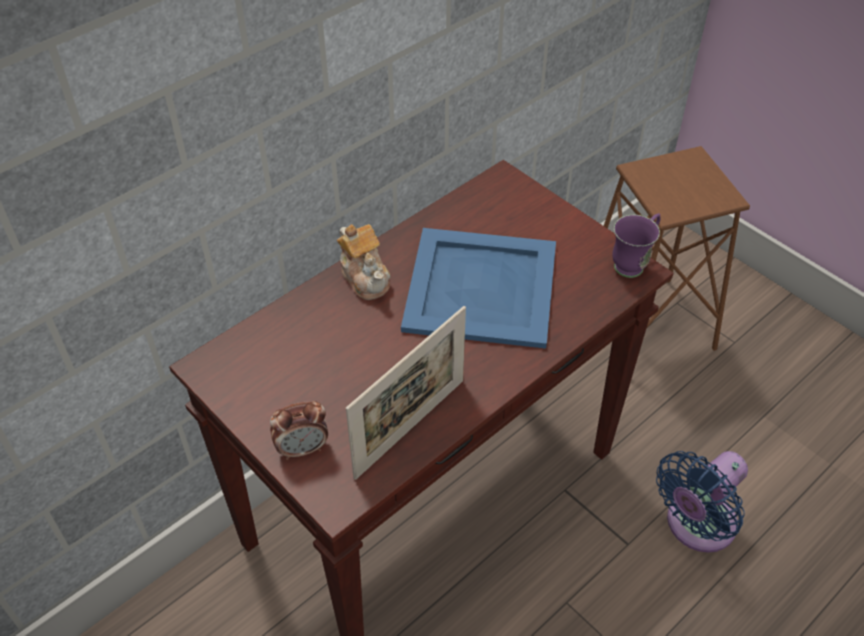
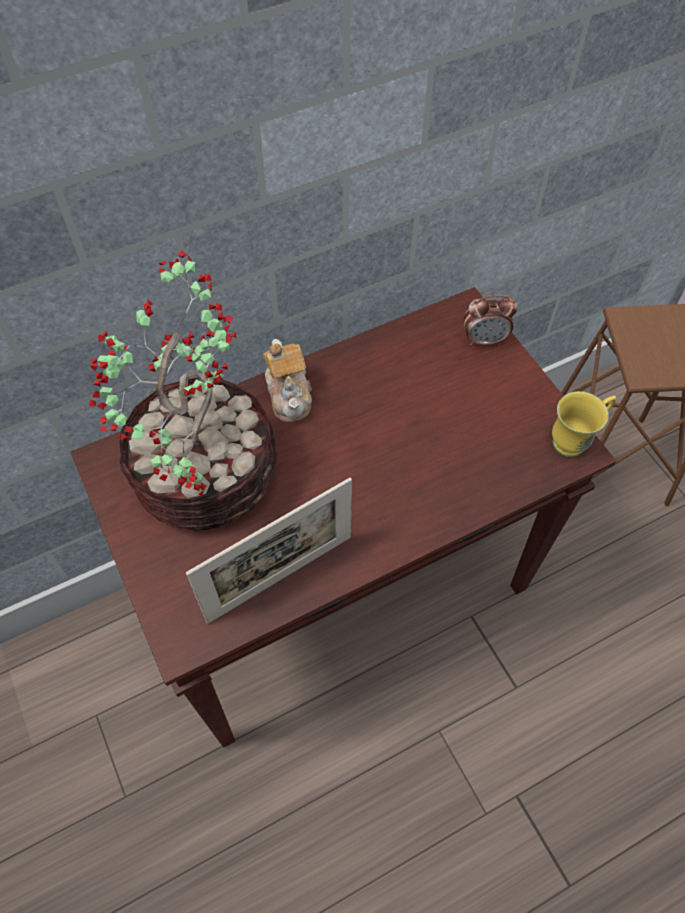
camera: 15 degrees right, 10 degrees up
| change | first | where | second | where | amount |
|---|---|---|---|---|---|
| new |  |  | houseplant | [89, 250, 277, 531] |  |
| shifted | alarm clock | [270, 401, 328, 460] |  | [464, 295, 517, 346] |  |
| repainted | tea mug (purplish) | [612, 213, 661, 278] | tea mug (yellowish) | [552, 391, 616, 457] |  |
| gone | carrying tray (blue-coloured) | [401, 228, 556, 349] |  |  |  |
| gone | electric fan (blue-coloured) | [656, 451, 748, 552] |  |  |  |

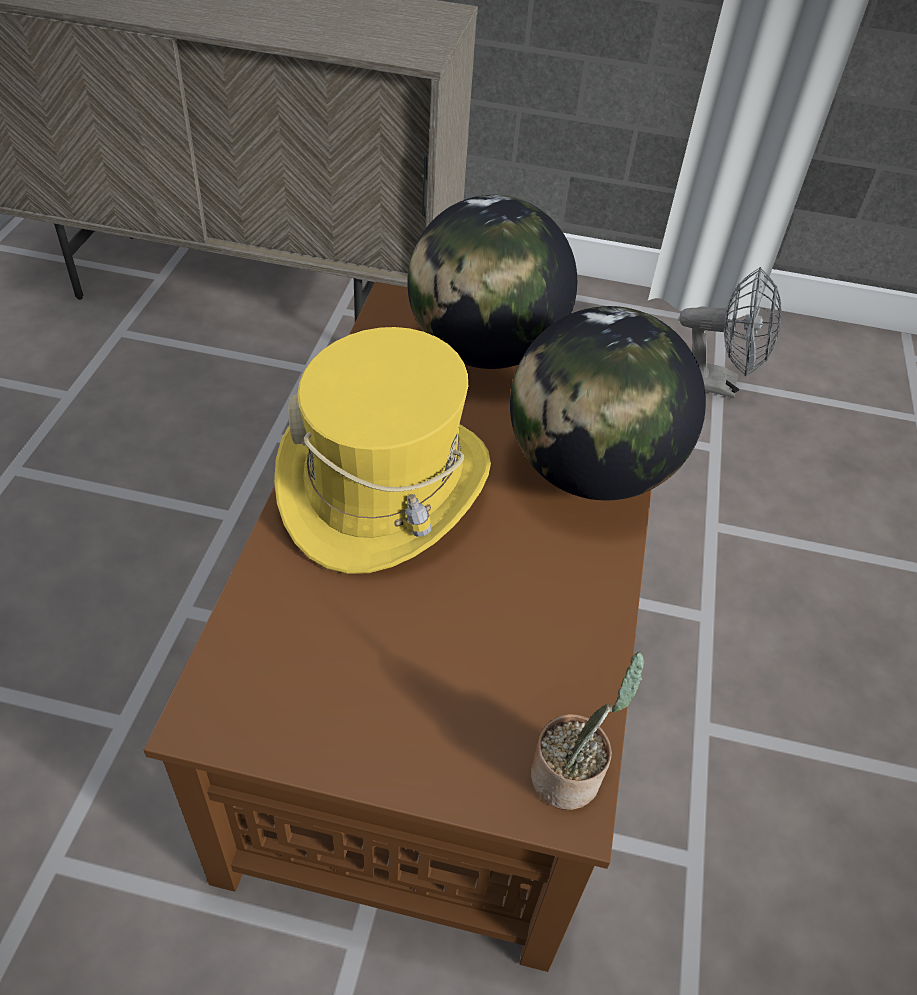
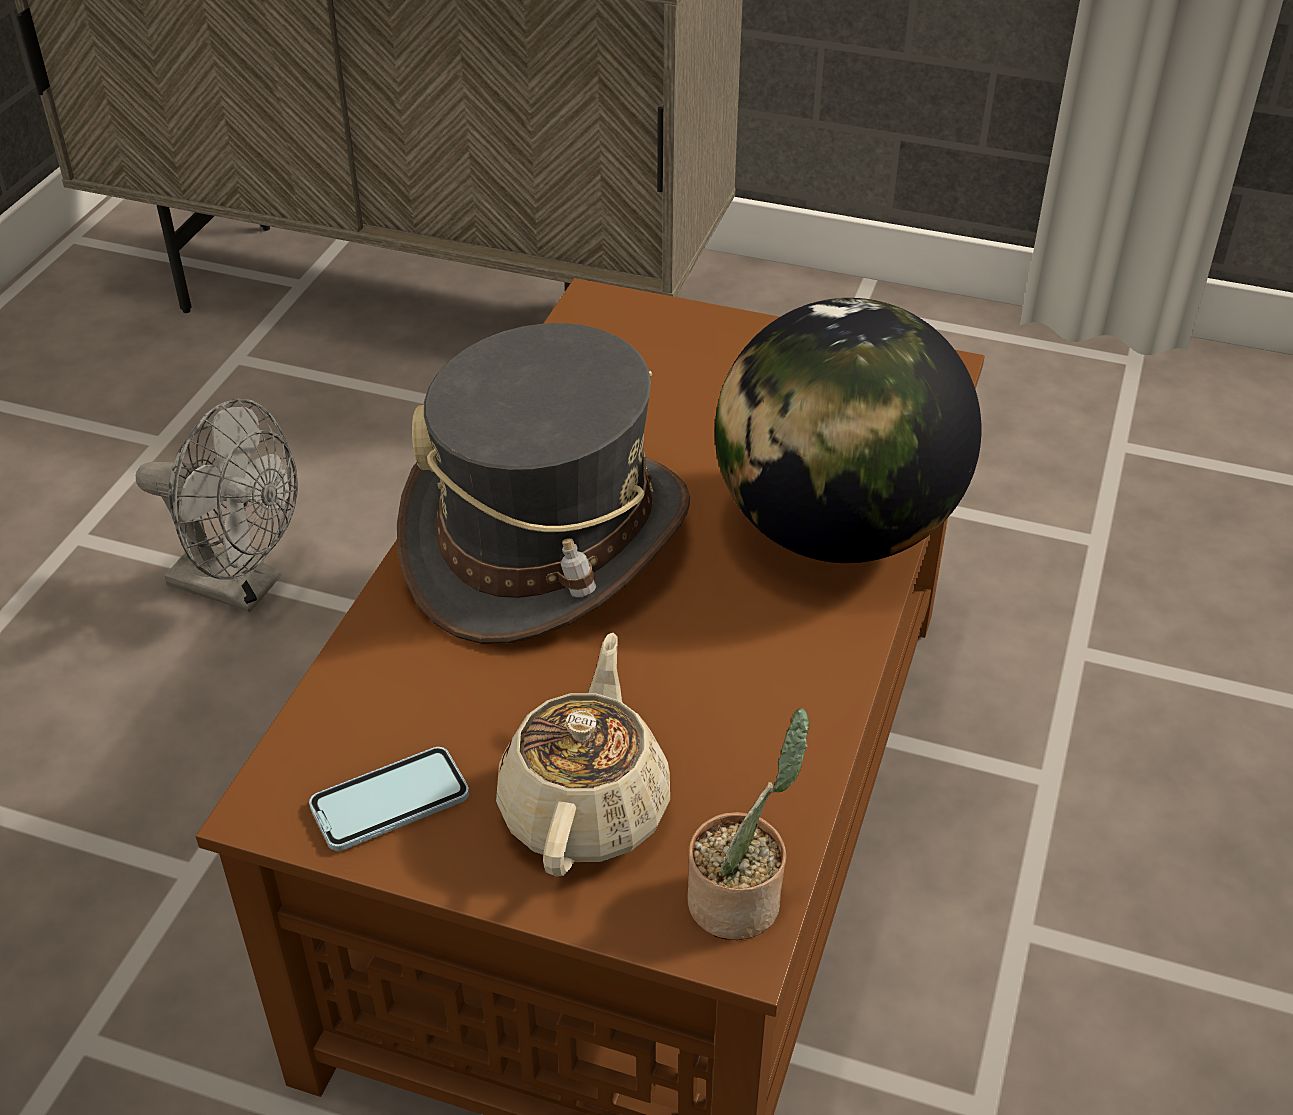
camera: 10 degrees right, 5 degrees down
| change | first | where | second | where | amount |
|---|---|---|---|---|---|
| shifted | electric fan (grey) | [679, 267, 781, 398] |  | [136, 398, 298, 612] |  |
| new |  |  | phone | [309, 747, 469, 851] |  |
| repainted | clothing hat (yellowish) | [274, 327, 491, 574] | clothing hat (grey) | [397, 323, 691, 644] |  |
| new |  |  | teapot (beige) | [496, 633, 670, 877] |  |
| gone | desk globe | [407, 195, 577, 369] |  |  |  |

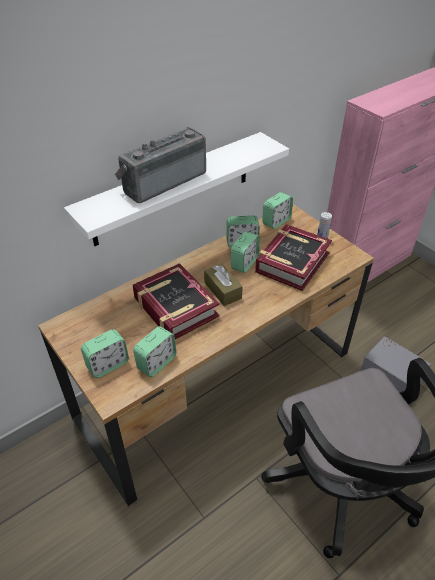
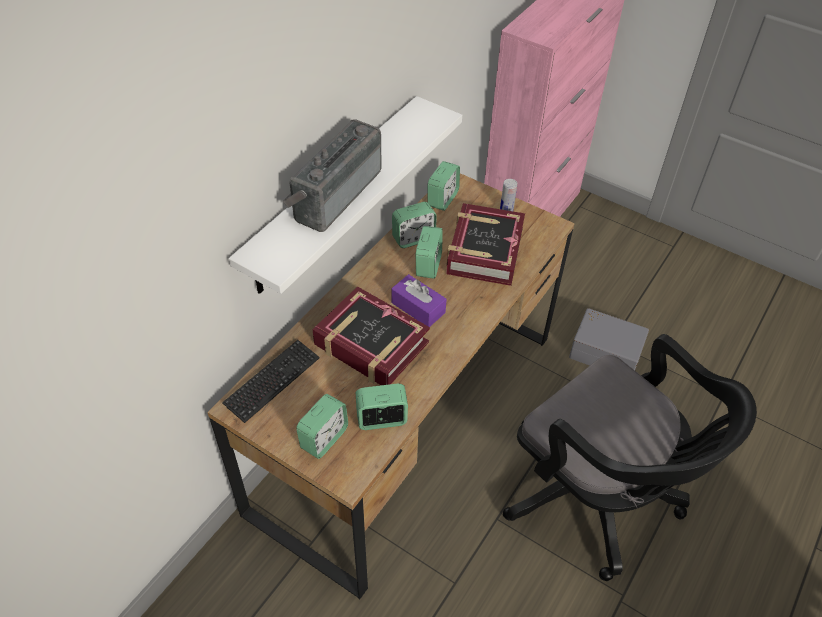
camera: 20 degrees left, 5 degrees up
| change | first | where | second | where | amount |
|---|---|---|---|---|---|
| new |  |  | keyboard | [222, 340, 320, 423] |  |
| rotated | alarm clock | [133, 326, 177, 377] |  | [356, 384, 408, 430] | 120 degrees counterclockwise |
| repainted | tissue box (brown) | [204, 264, 243, 306] | tissue box (purplish) | [391, 274, 447, 327] |  |

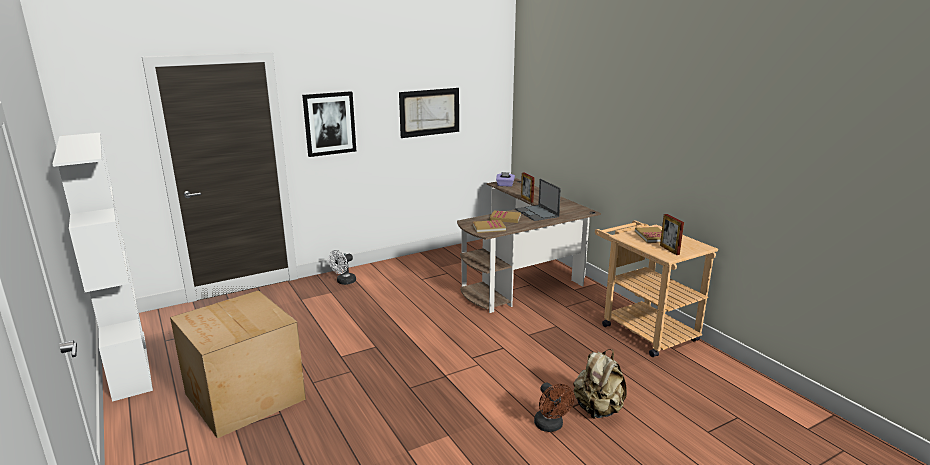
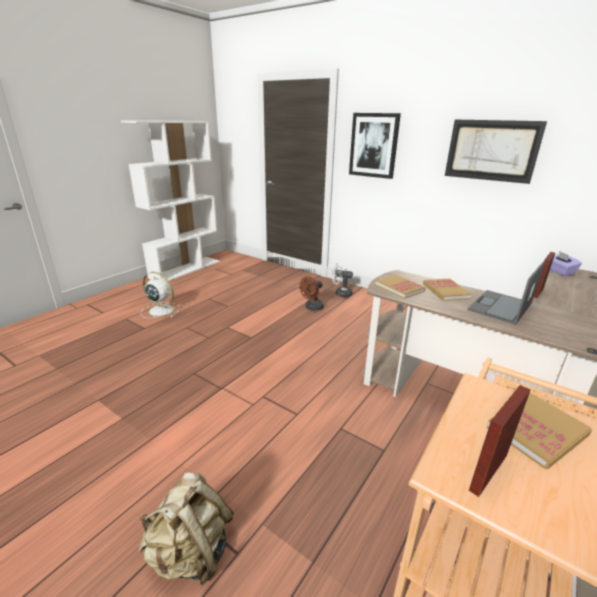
camera: 65 degrees right, 5 degrees up
| change | first | where | second | where | amount |
|---|---|---|---|---|---|
| swapped | carton | [170, 290, 306, 438] | electric fan (white) | [140, 272, 180, 318] |  |
| shifted | electric fan (brown) | [534, 383, 574, 432] |  | [299, 276, 324, 311] |  |

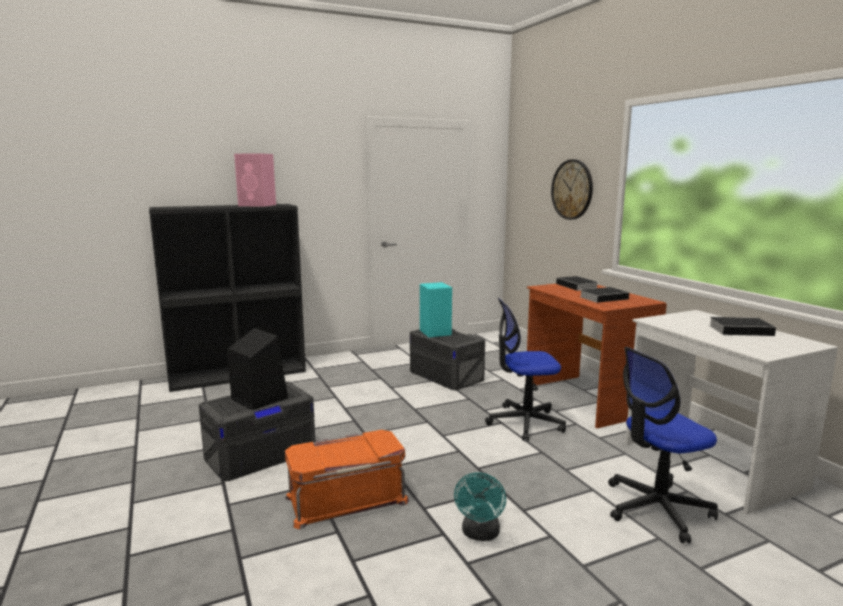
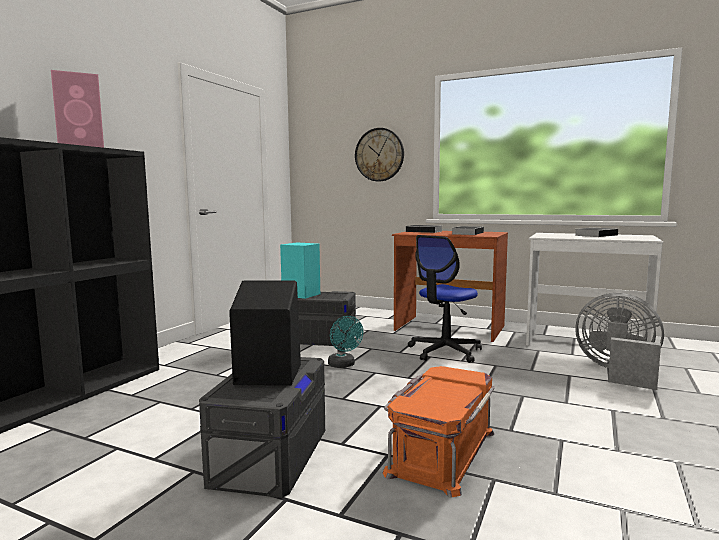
camera: 40 degrees left, 5 degrees down
| change | first | where | second | where | amount |
|---|---|---|---|---|---|
| shifted | electric fan (turquoise) | [454, 472, 506, 541] |  | [328, 316, 363, 368] |  |
| swapped | desk chair | [608, 347, 718, 543] | electric fan (grey) | [575, 293, 664, 390] |  |

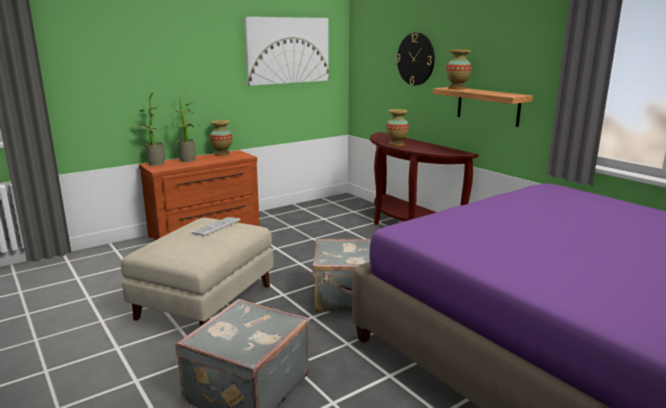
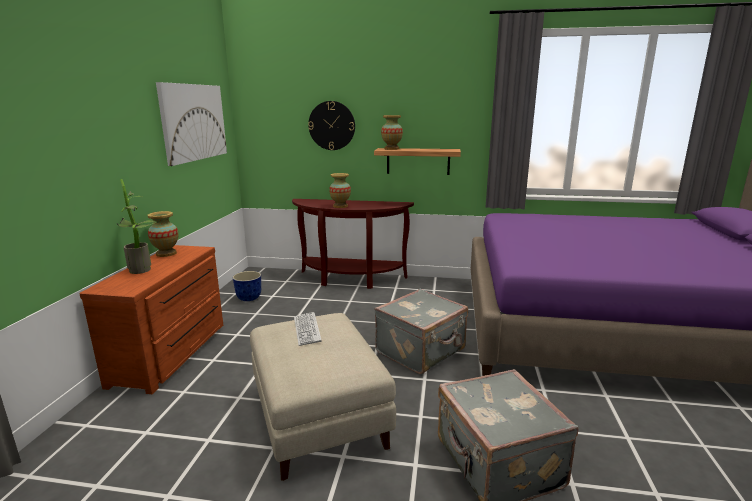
camera: 45 degrees left, 0 degrees up
| change | first | where | second | where | amount |
|---|---|---|---|---|---|
| new |  |  | flower pot | [233, 271, 261, 301] |  |
| gone | houseplant | [132, 92, 166, 166] |  |  |  |

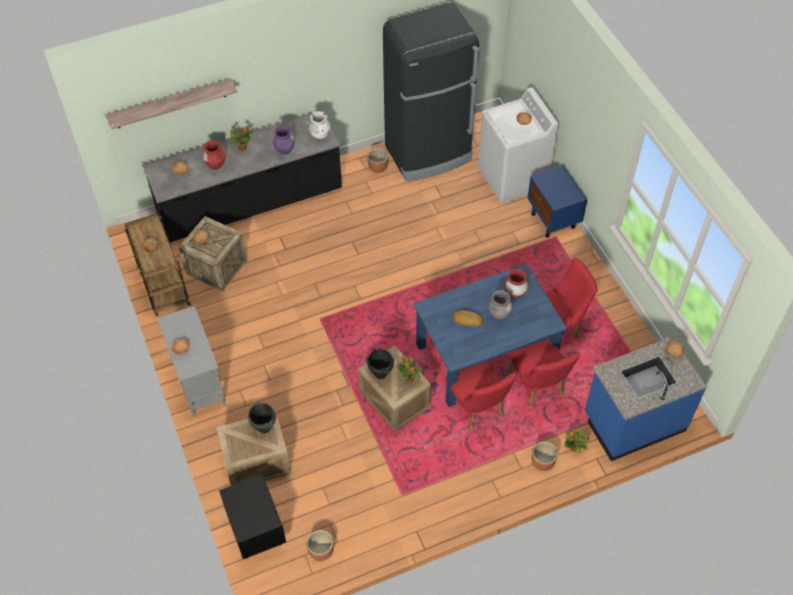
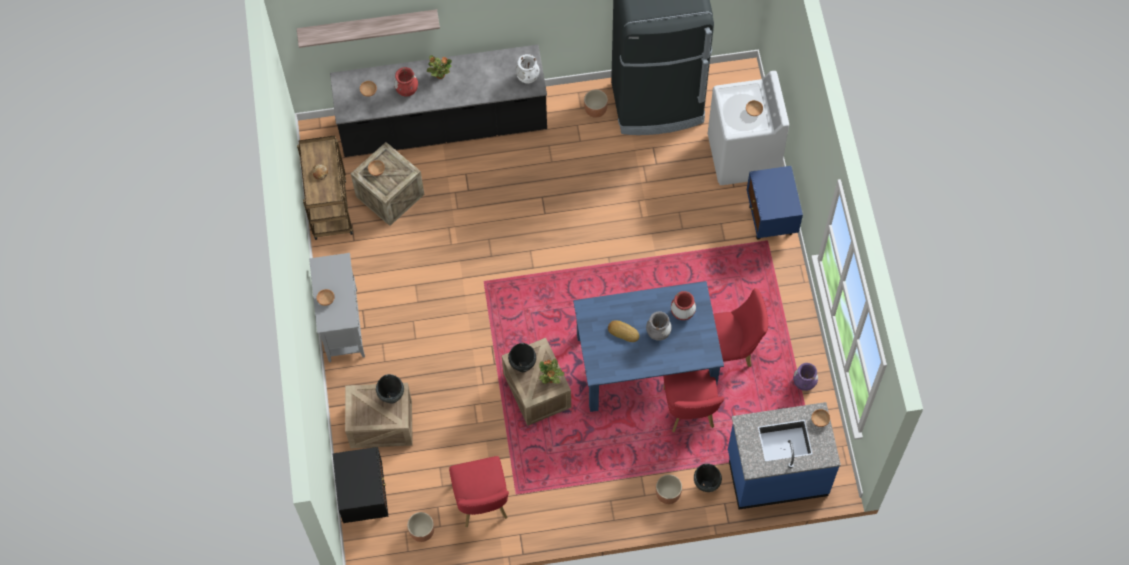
camera: 15 degrees right, 10 degrees up
| change | first | where | second | where | amount |
|---|---|---|---|---|---|
| shifted | chair (red) | [446, 361, 517, 431] |  | [449, 456, 509, 527] |  |
| swapped | houseplant | [564, 430, 589, 452] | stockpot (blackish) | [694, 463, 722, 492] |  |
| shifted | vase (purplish) | [273, 125, 294, 154] |  | [793, 363, 818, 391] |  |

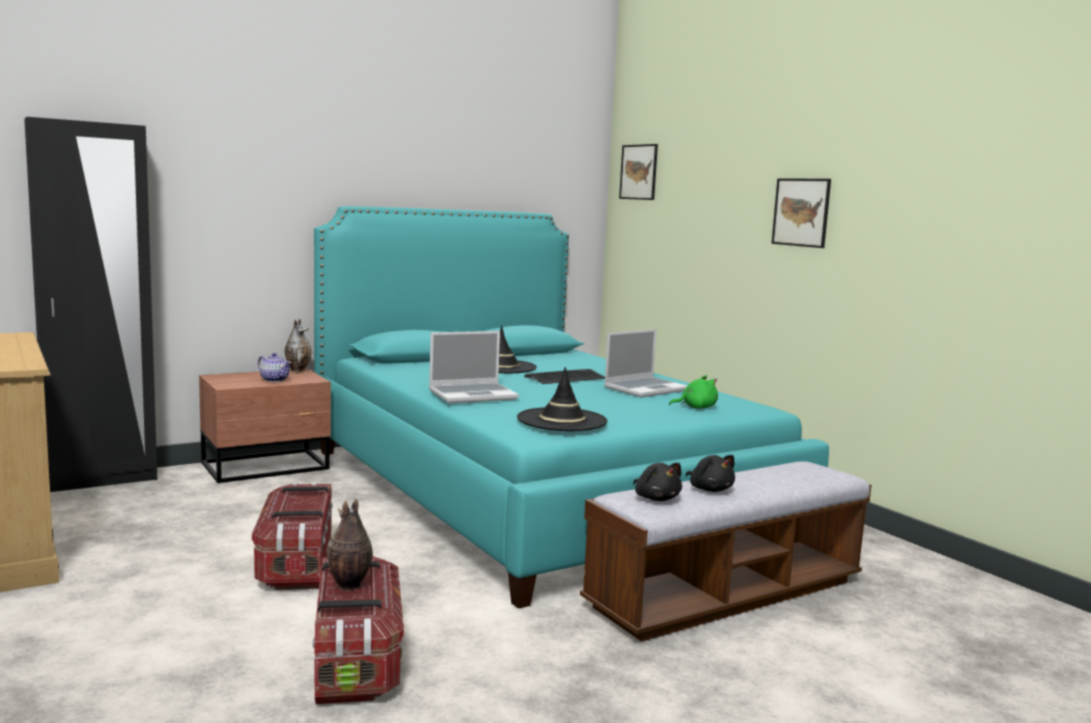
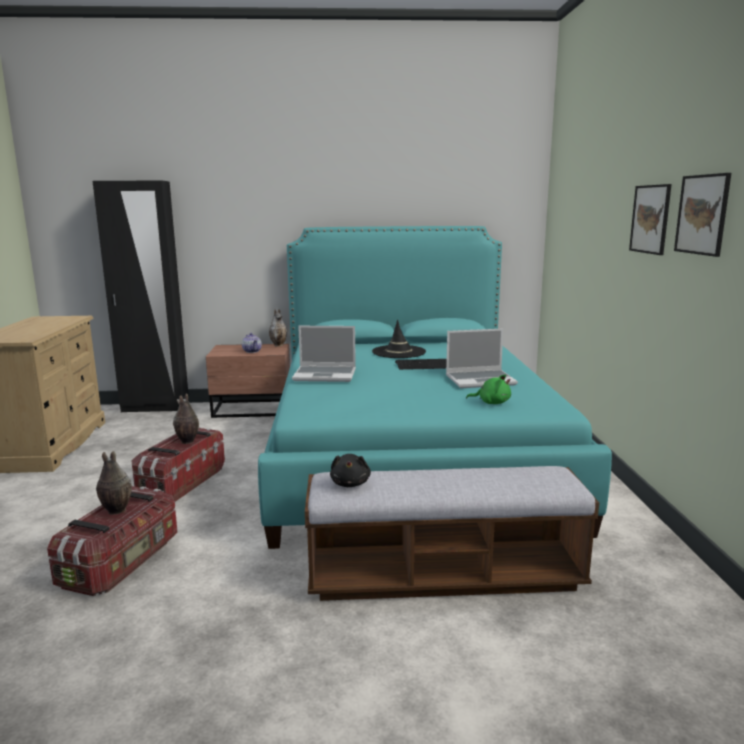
camera: 30 degrees right, 5 degrees up
| change | first | where | second | where | amount |
|---|---|---|---|---|---|
| new |  |  | vase | [173, 394, 199, 444] |  |
| shifted | wall picture | [619, 144, 658, 200] |  | [674, 173, 731, 257] |  |
| gone | clothing hat (blackish) | [517, 367, 608, 431] |  |  |  |
| gone | soft toy (blackish) | [686, 455, 735, 492] |  |  |  |

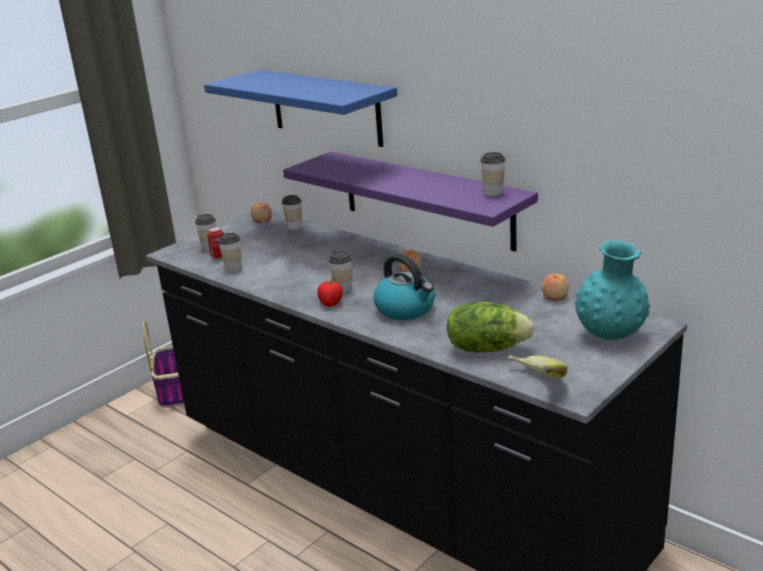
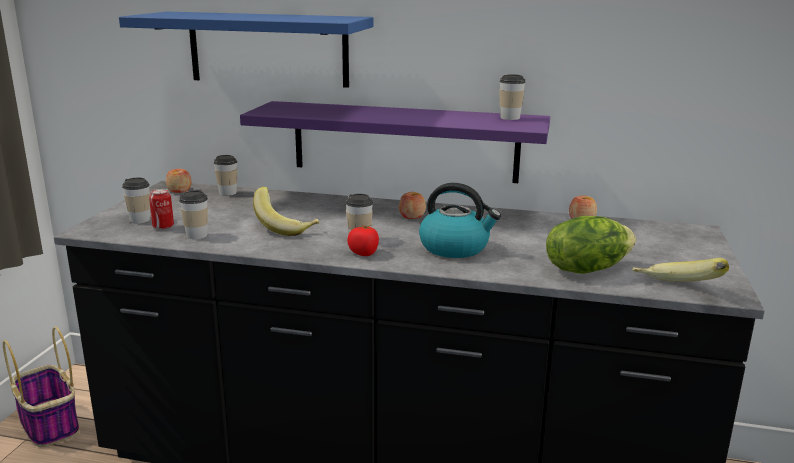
camera: 30 degrees left, 5 degrees down
| change | first | where | second | where | amount |
|---|---|---|---|---|---|
| new |  |  | banana | [253, 187, 320, 236] |  |
| gone | vase (turquoise) | [575, 240, 651, 340] |  |  |  |

